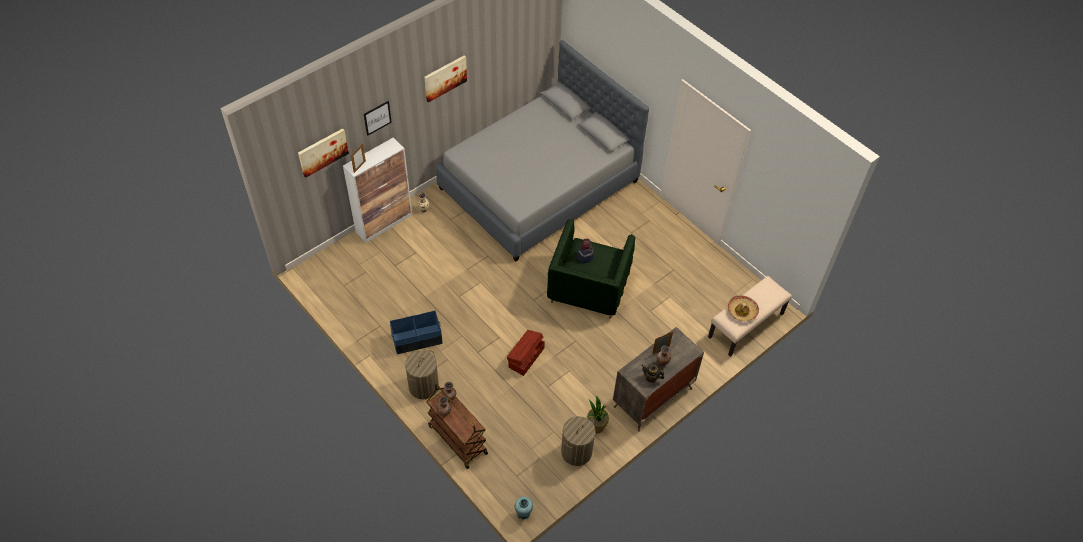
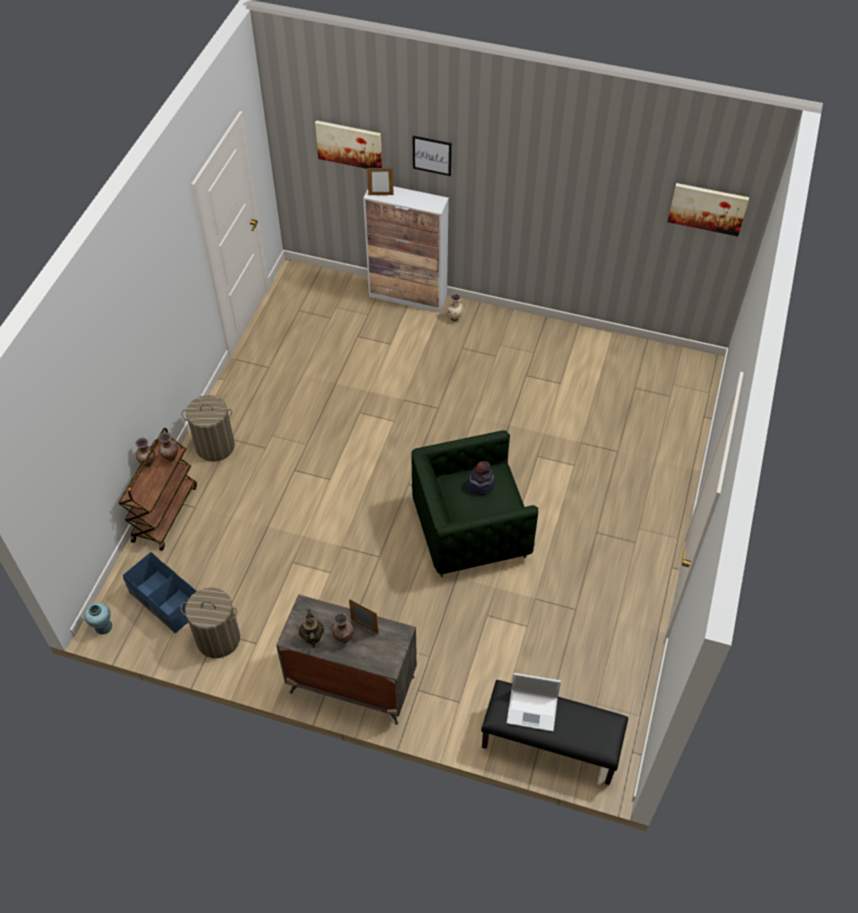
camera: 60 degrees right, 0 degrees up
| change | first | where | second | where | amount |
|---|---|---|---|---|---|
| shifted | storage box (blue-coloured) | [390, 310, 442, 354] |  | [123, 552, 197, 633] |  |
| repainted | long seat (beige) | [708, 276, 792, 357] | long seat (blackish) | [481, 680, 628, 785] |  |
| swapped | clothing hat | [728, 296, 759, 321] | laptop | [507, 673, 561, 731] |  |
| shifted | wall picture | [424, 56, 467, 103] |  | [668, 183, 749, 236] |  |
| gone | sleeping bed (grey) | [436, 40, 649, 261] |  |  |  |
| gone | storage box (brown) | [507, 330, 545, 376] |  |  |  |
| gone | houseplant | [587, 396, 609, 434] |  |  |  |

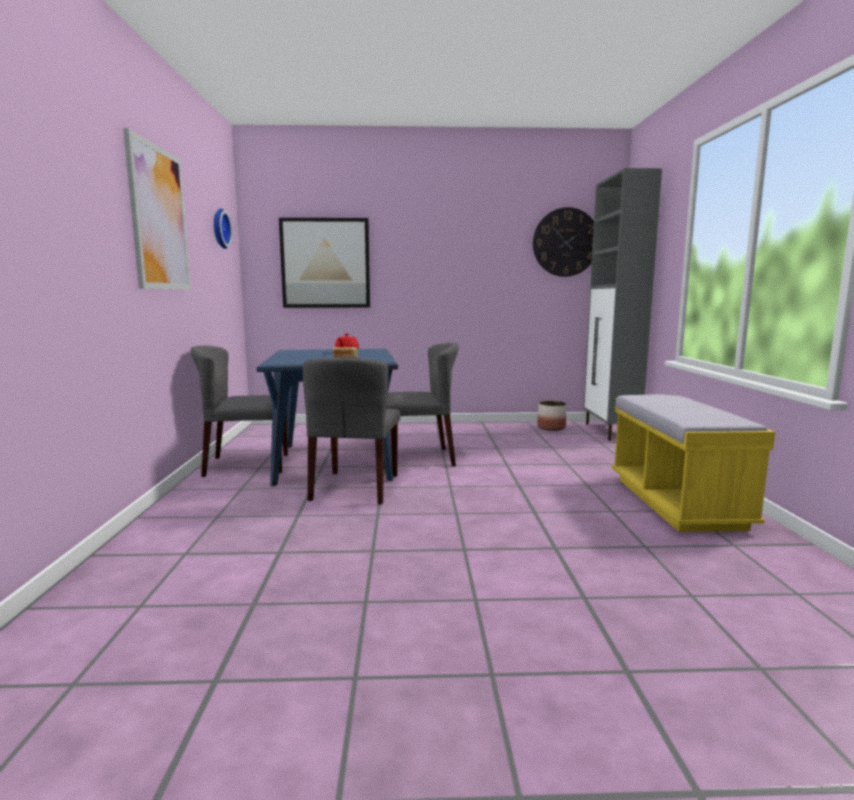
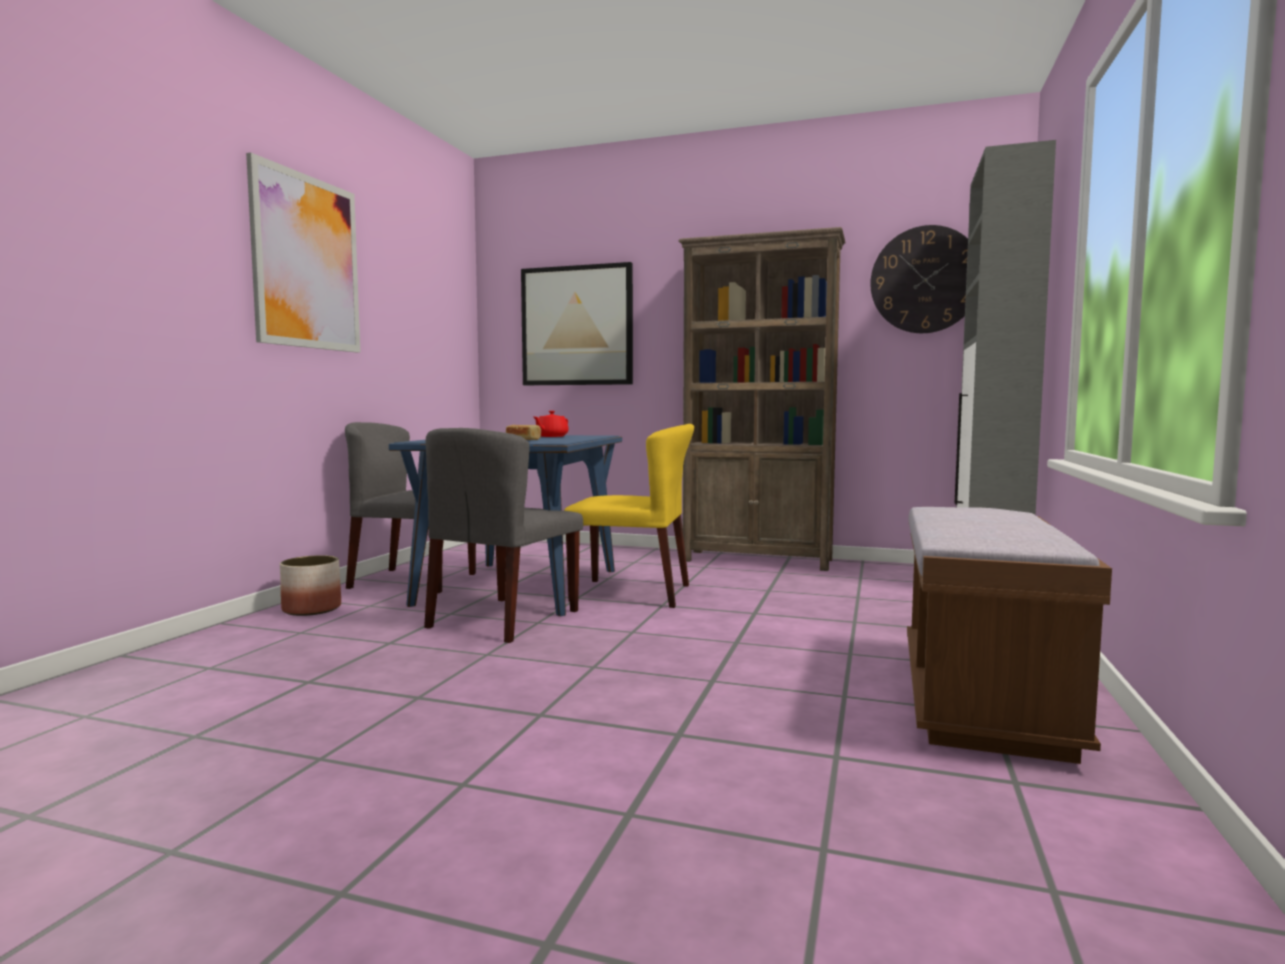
camera: 20 degrees right, 5 degrees down
| change | first | where | second | where | amount |
|---|---|---|---|---|---|
| shifted | flower pot | [537, 401, 567, 431] |  | [280, 555, 341, 616] |  |
| repainted | chair (grey) | [384, 342, 459, 469] | chair (yellowish) | [564, 424, 694, 608] |  |
| new |  |  | bookshelf (brown) | [679, 227, 846, 571] |  |
| repainted | long seat (yellowish) | [611, 394, 775, 532] | long seat (brown) | [907, 507, 1112, 764] |  |
| gone | hanging clock | [214, 208, 232, 249] |  |  |  |

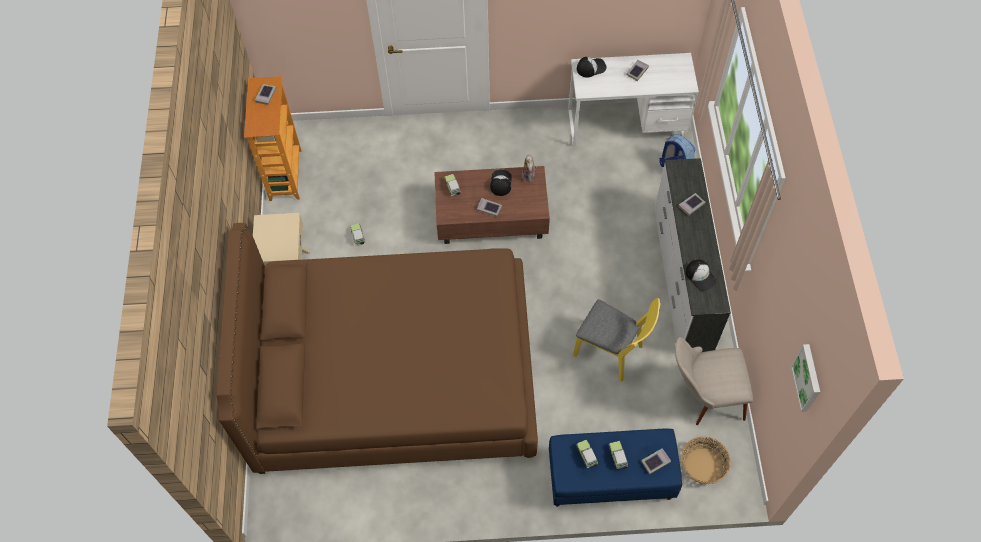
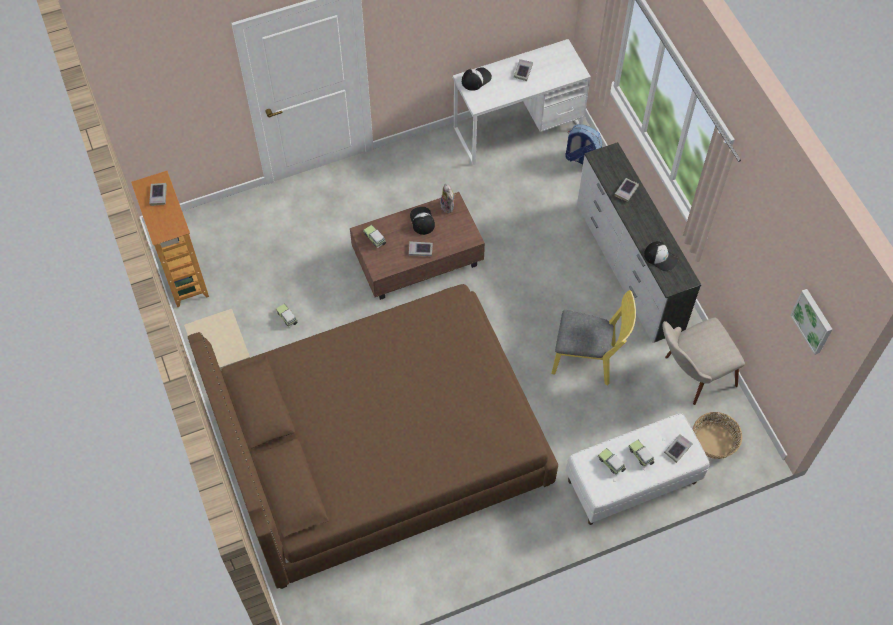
camera: 20 degrees left, 0 degrees up
| change | first | where | second | where | amount |
|---|---|---|---|---|---|
| repainted | long seat (blue-coloured) | [549, 429, 682, 507] | long seat (white) | [566, 413, 710, 525] |  |

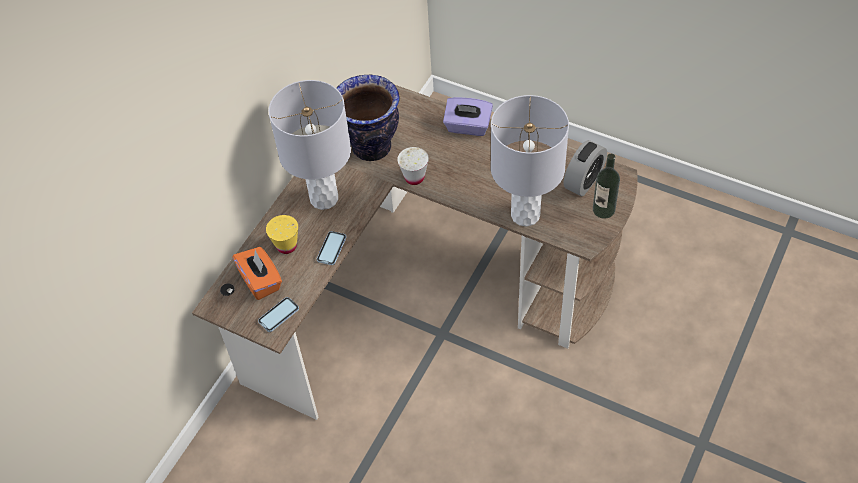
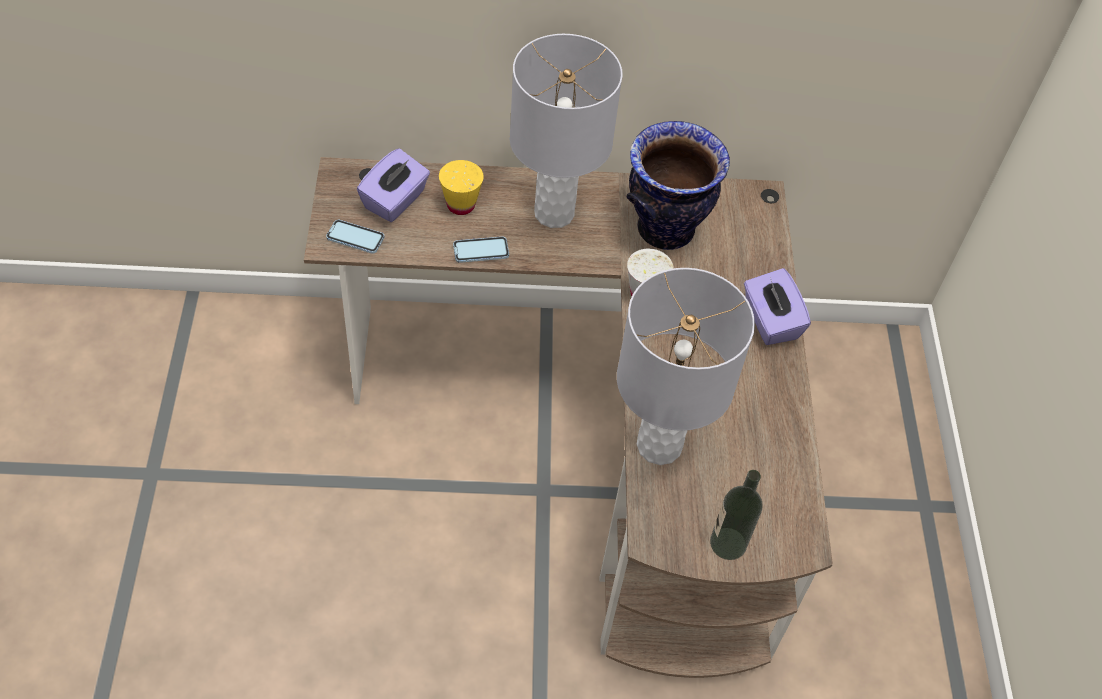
camera: 55 degrees right, 0 degrees up
| change | first | where | second | where | amount |
|---|---|---|---|---|---|
| repainted | tissue box (orange) | [232, 247, 282, 300] | tissue box (purplish) | [357, 148, 430, 222] |  |
| gone | alarm clock | [564, 140, 607, 196] |  |  |  |

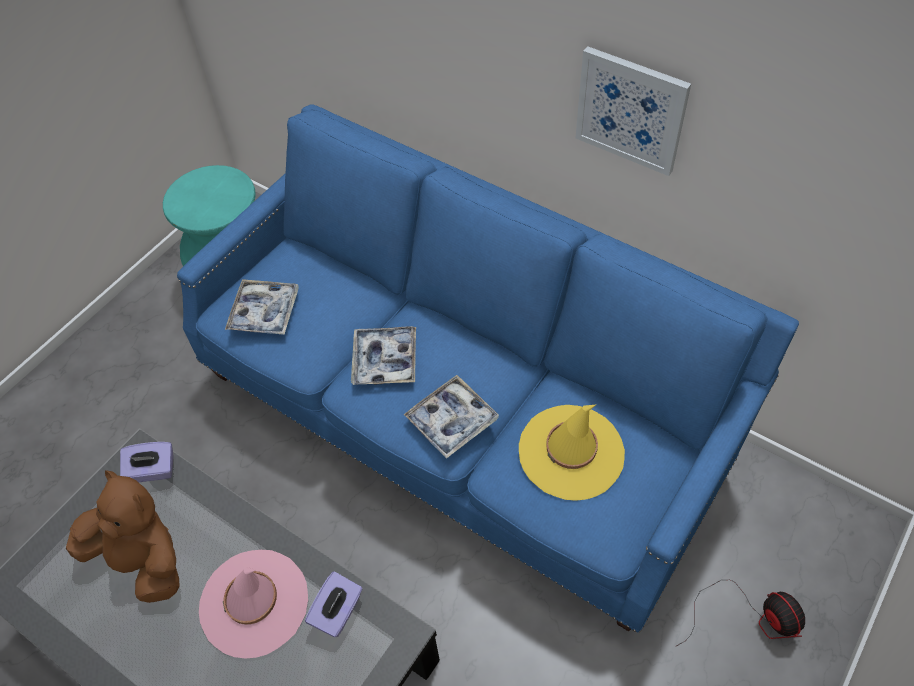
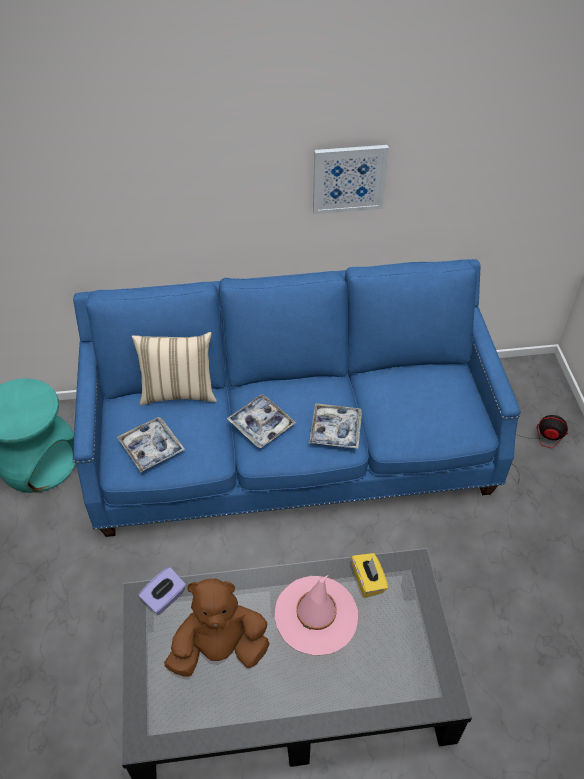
camera: 45 degrees left, 5 degrees down
| change | first | where | second | where | amount |
|---|---|---|---|---|---|
| new |  |  | pillow (beige) | [132, 332, 217, 405] |  |
| repainted | tissue box (purplish) | [305, 571, 363, 637] | tissue box (yellowish) | [351, 553, 388, 598] |  |
| gone | clothing hat (yellowish) | [519, 404, 625, 501] |  |  |  |

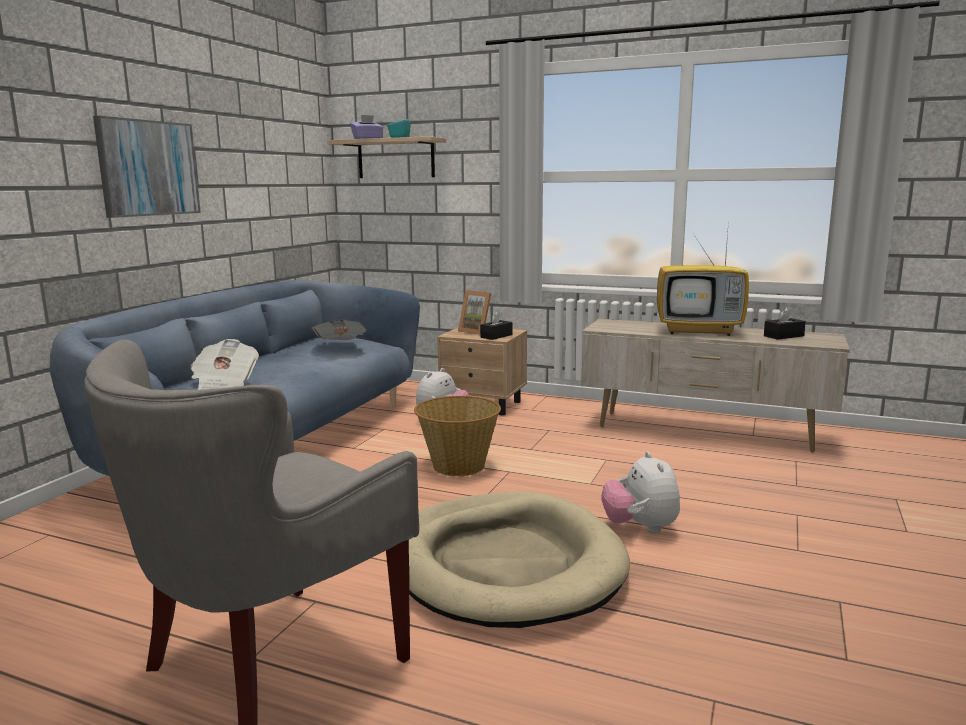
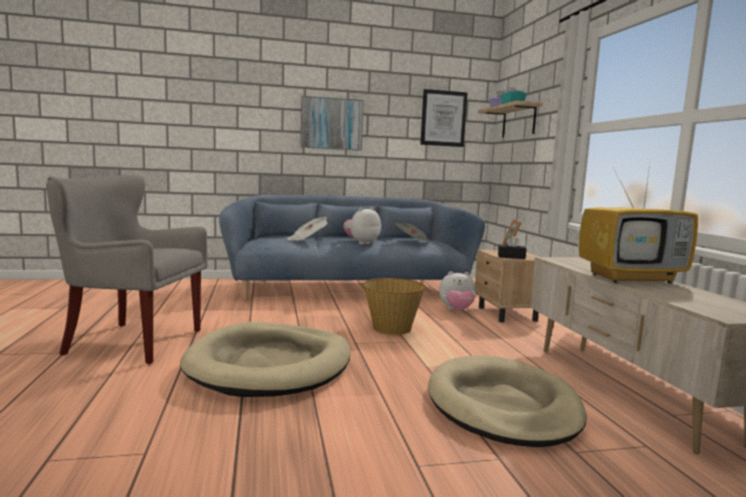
camera: 55 degrees right, 5 degrees down
| change | first | where | second | where | amount |
|---|---|---|---|---|---|
| shifted | soft toy | [601, 452, 680, 533] |  | [343, 207, 381, 245] |  |
| new |  |  | wall picture | [420, 89, 468, 147] |  |
| new |  |  | dog cushion (beige) | [428, 355, 587, 447] |  |
| rotated | TV set | [657, 221, 749, 336] |  | [579, 165, 698, 283] | 75 degrees counterclockwise |
| gone | tissue box (blackish) | [764, 306, 806, 340] |  |  |  |

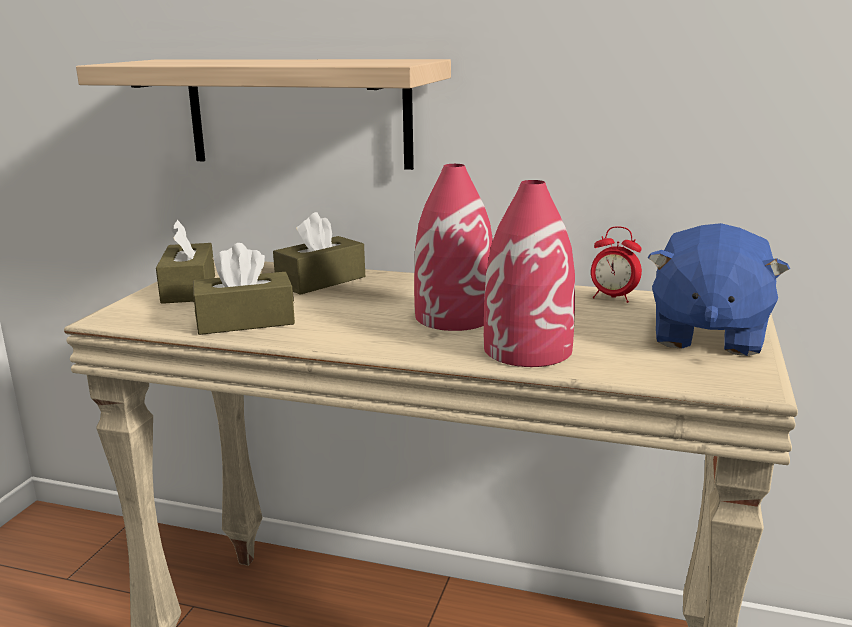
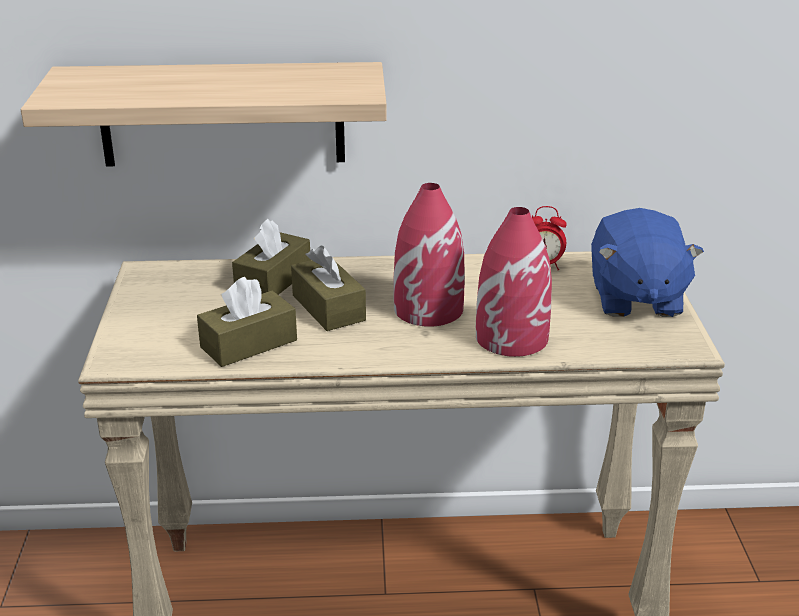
camera: 20 degrees left, 10 degrees up
| change | first | where | second | where | amount |
|---|---|---|---|---|---|
| shifted | tissue box (brown) | [156, 220, 215, 304] |  | [291, 246, 366, 331] |  |

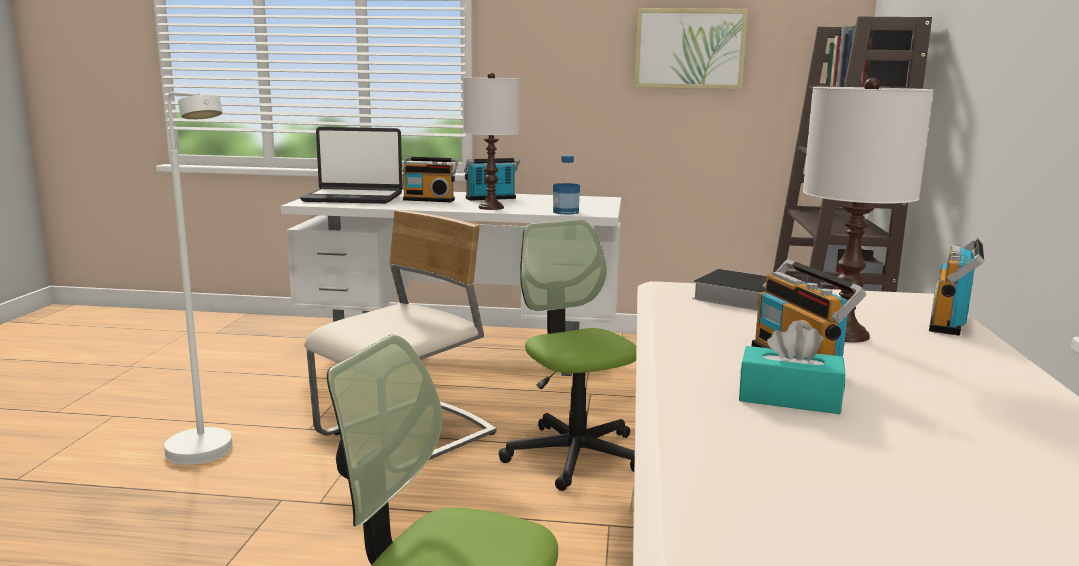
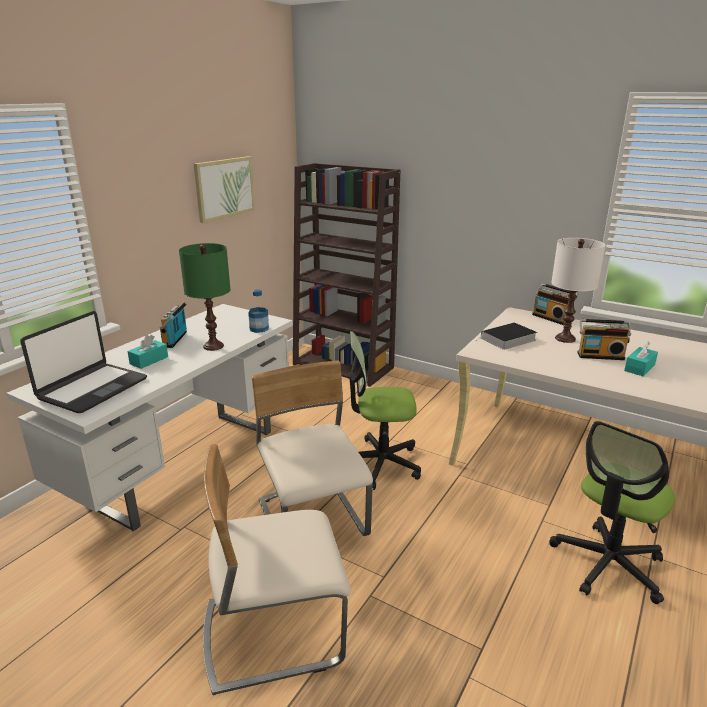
camera: 65 degrees left, 10 degrees up
| change | first | where | second | where | amount |
|---|---|---|---|---|---|
| swapped | radio receiver | [402, 157, 458, 202] | tissue box (turquoise) | [127, 334, 168, 369] |  |
| repainted | lamp for a table (white) | [463, 73, 520, 210] | lamp for a table (greenish) | [179, 243, 231, 351] |  |
| swapped | standard lamp (white) | [164, 92, 233, 465] | chair (beige) | [203, 444, 351, 695] |  |

